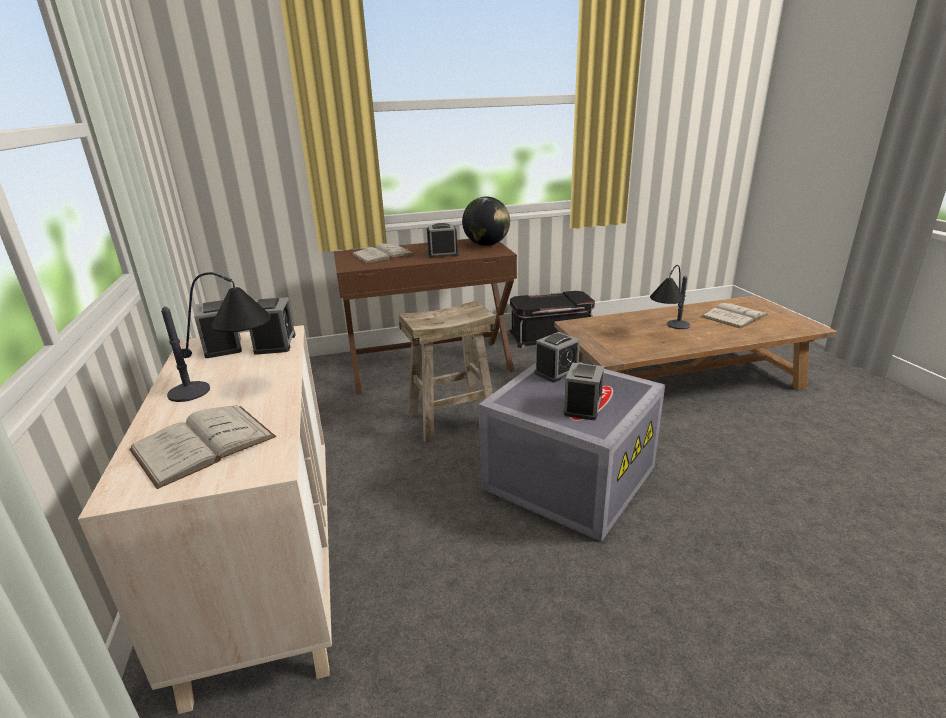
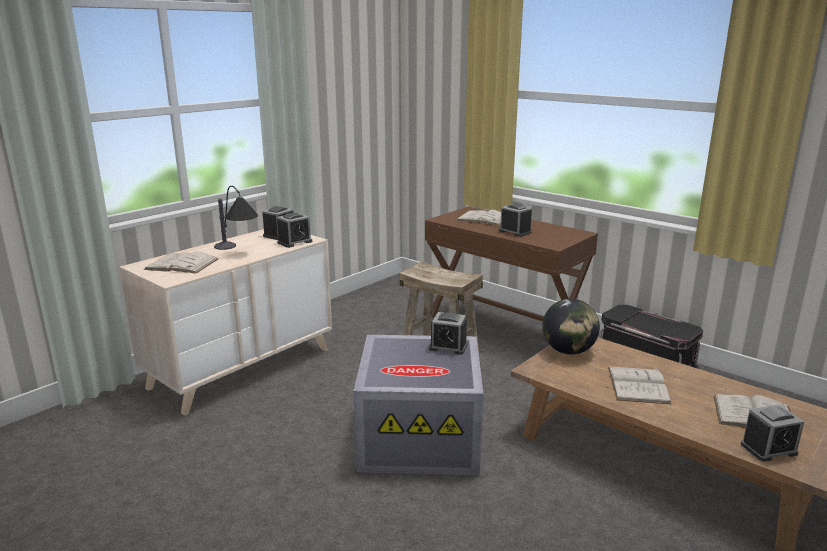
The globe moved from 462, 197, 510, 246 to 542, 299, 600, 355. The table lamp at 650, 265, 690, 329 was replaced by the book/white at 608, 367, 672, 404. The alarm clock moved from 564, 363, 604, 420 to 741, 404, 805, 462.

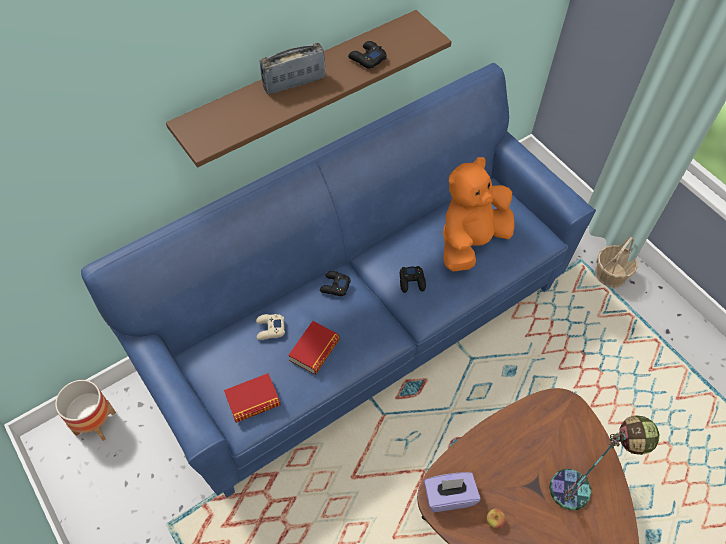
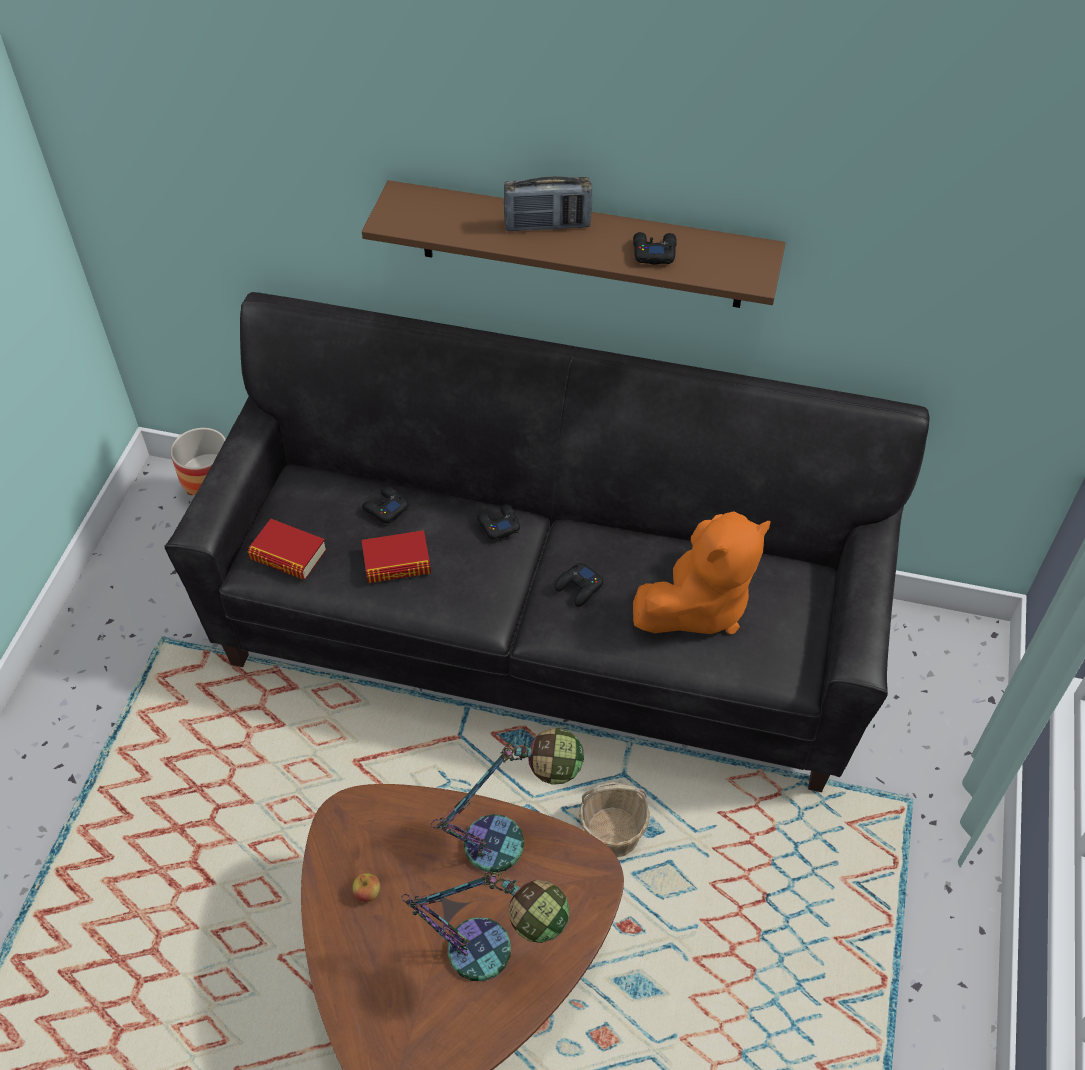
The radio at 260, 43, 325, 94 turned 150 degrees clockwise. The sofa/blue at 81, 63, 596, 497 became the sofa/black at 164, 292, 930, 792. The plush toy/orange at 443, 157, 515, 272 turned 135 degrees clockwise. The basket moved from 595, 237, 638, 288 to 579, 782, 650, 857. The game controller/beige at 256, 314, 285, 340 became the game controller/black at 362, 487, 408, 523. The tissue box/purple at 424, 472, 480, 512 disappeared. The table lamp at 431, 728, 584, 872 appeared.

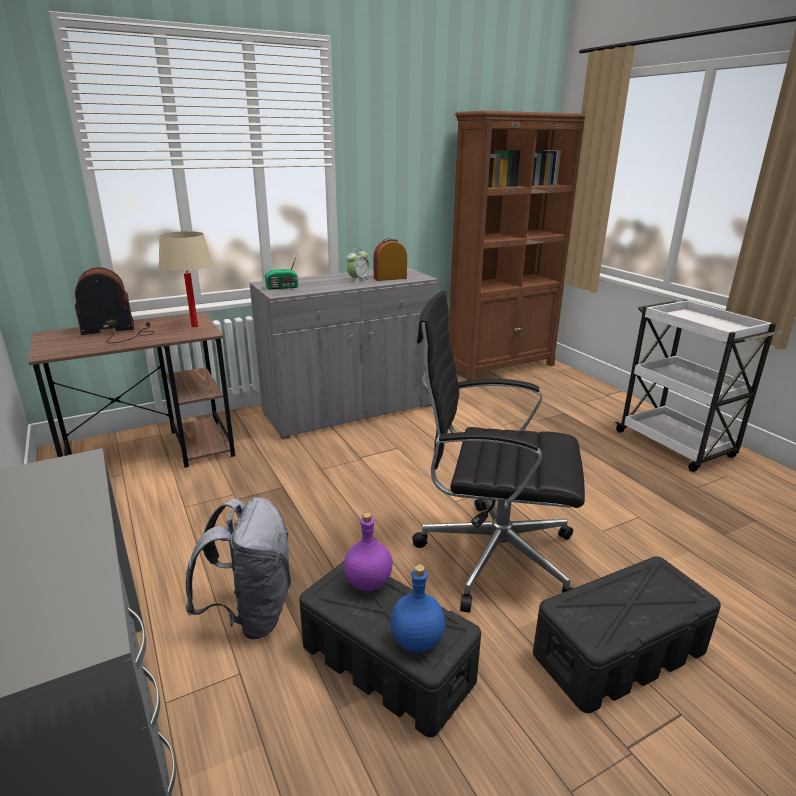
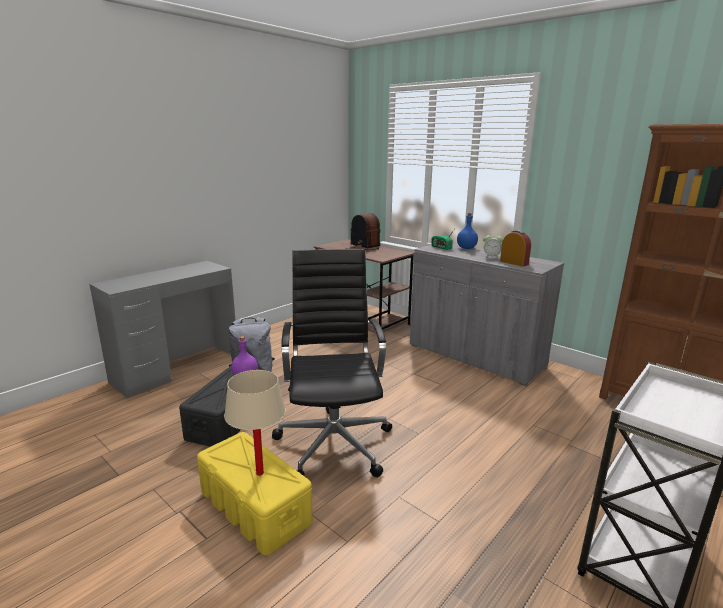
The table lamp/beige moved from 159, 231, 213, 327 to 224, 370, 286, 476. The storage box/black at 533, 556, 721, 713 became the storage box/yellow at 197, 432, 313, 555. The bottle/blue moved from 391, 564, 445, 652 to 457, 213, 478, 249.

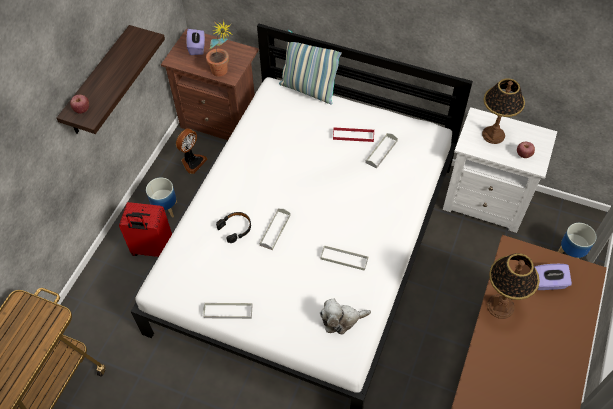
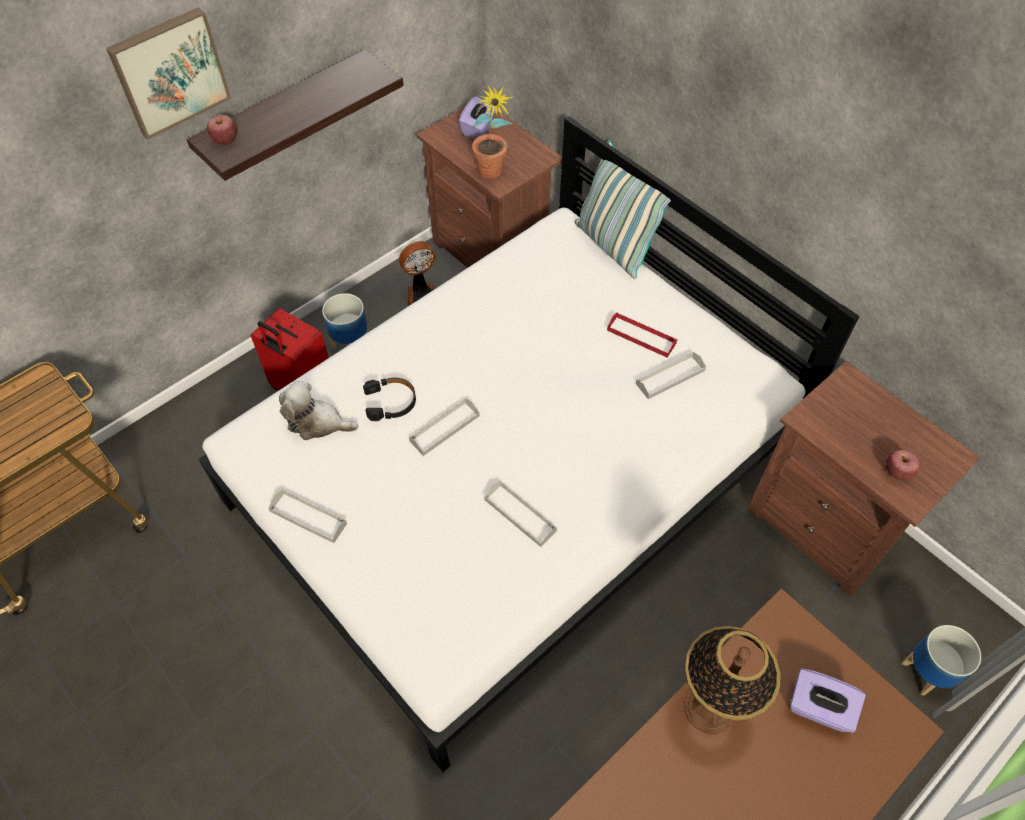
The table lamp at 482, 78, 525, 144 disappeared. The nightstand/white at 443, 107, 557, 233 became the nightstand/brown at 747, 361, 981, 597. The plush toy moved from 320, 298, 371, 335 to 279, 381, 358, 440. The picture at 106, 7, 231, 139 appeared.

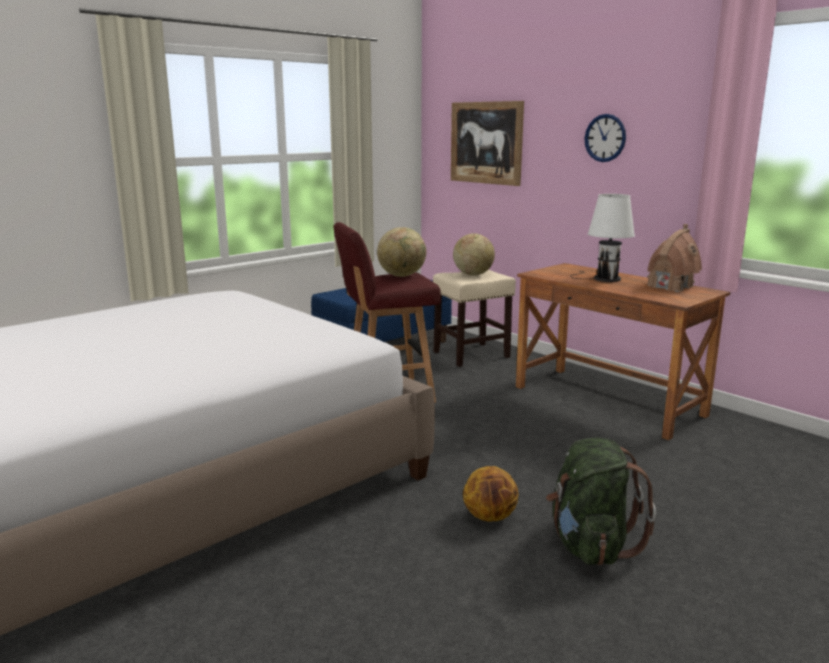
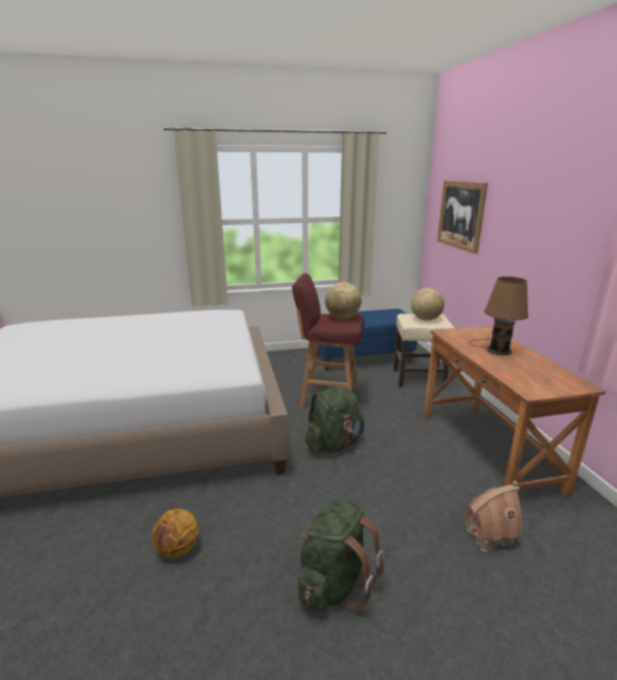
The wall clock at 585, 114, 626, 162 disappeared. The table lamp/white at 570, 194, 635, 282 became the table lamp/brown at 469, 276, 528, 355. The toy house moved from 647, 224, 702, 292 to 464, 481, 522, 552. The basketball moved from 463, 466, 519, 522 to 152, 509, 198, 557. The backpack/green at 306, 386, 364, 453 appeared.

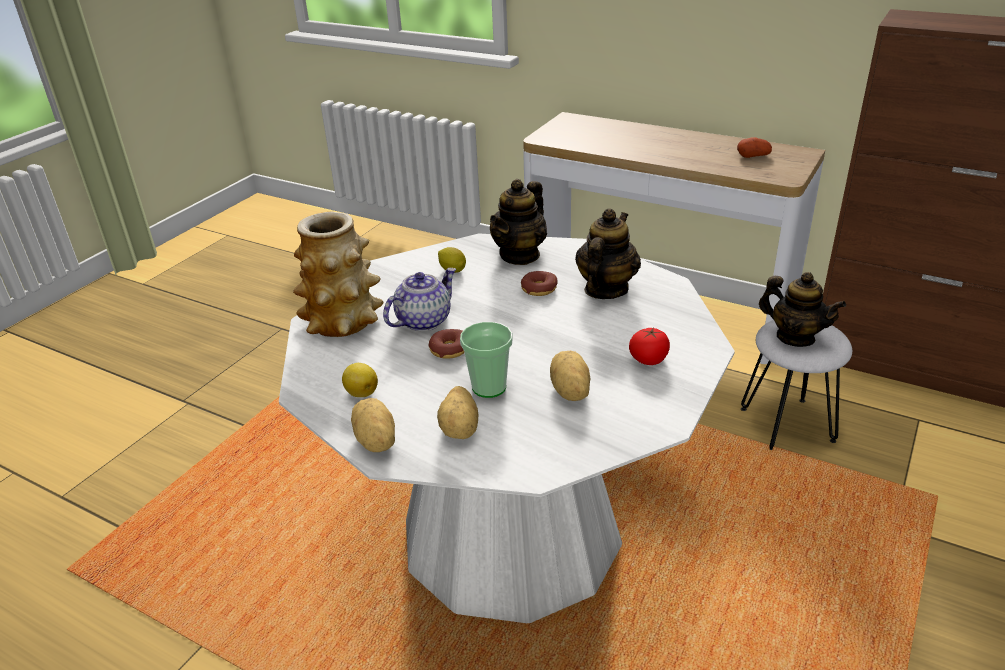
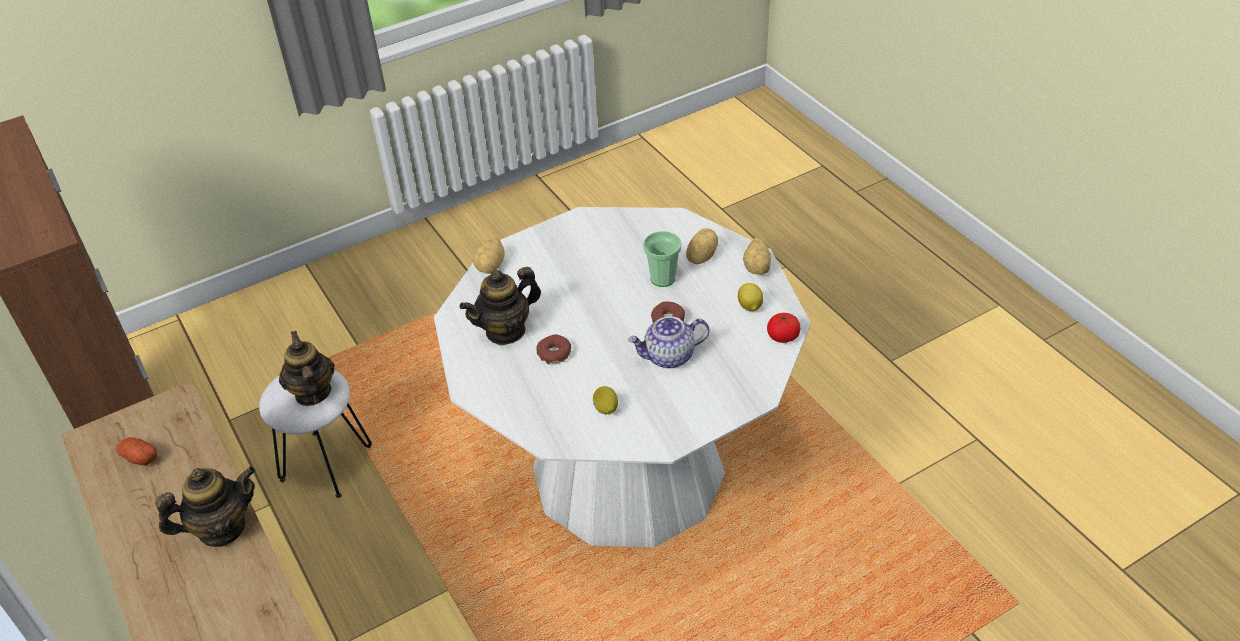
The teapot moved from 490, 179, 547, 265 to 155, 467, 255, 547. The vase at 293, 212, 383, 337 disappeared. The tomato moved from 629, 328, 670, 365 to 767, 313, 800, 343. The potato moved from 550, 351, 590, 401 to 473, 237, 504, 274.

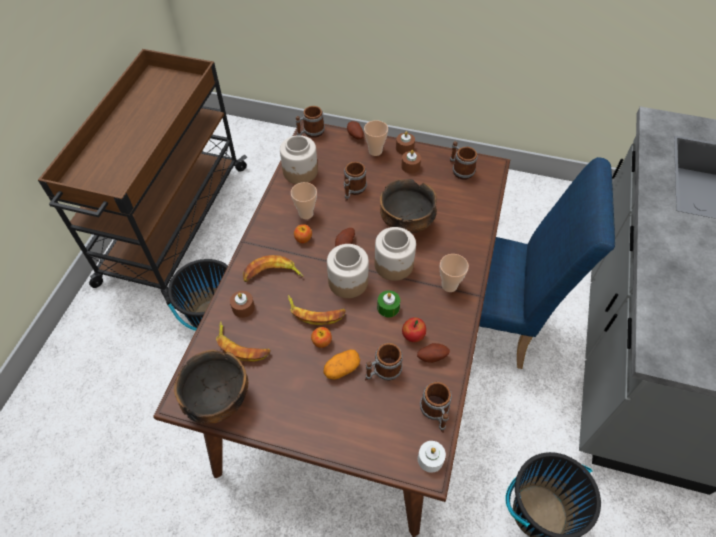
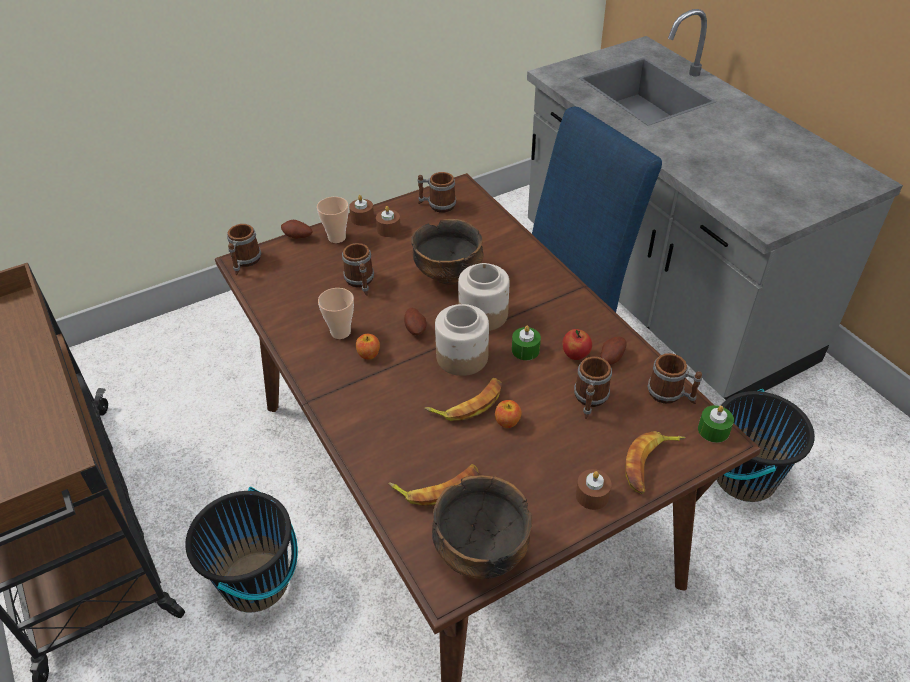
The jar at 280, 135, 318, 184 disappeared. The cup at 440, 254, 469, 292 disappeared. The banana moved from 243, 255, 303, 282 to 625, 431, 686, 494. The candle/brown moved from 230, 291, 255, 318 to 576, 469, 612, 510. The potato at 323, 350, 360, 380 disappeared. The candle/white at 418, 441, 446, 473 became the candle/green at 698, 405, 734, 443.

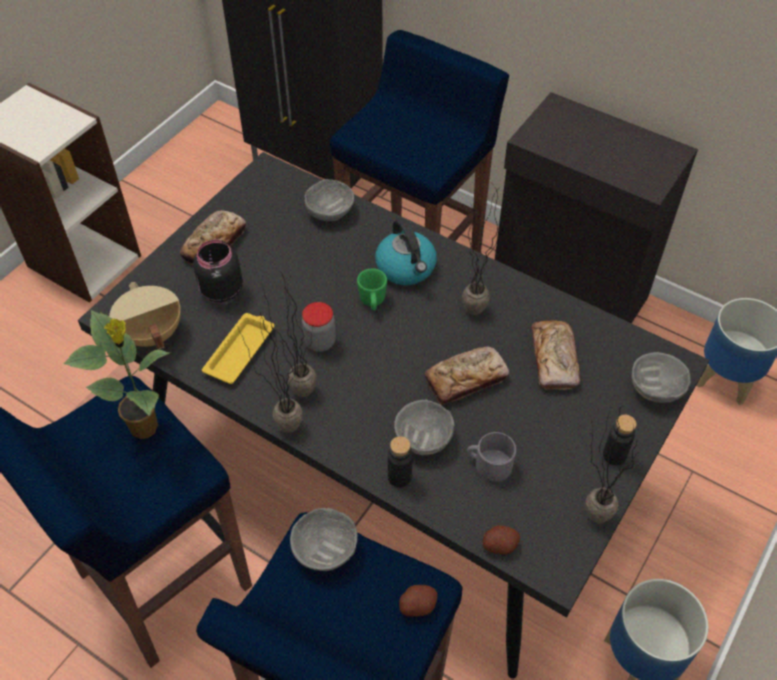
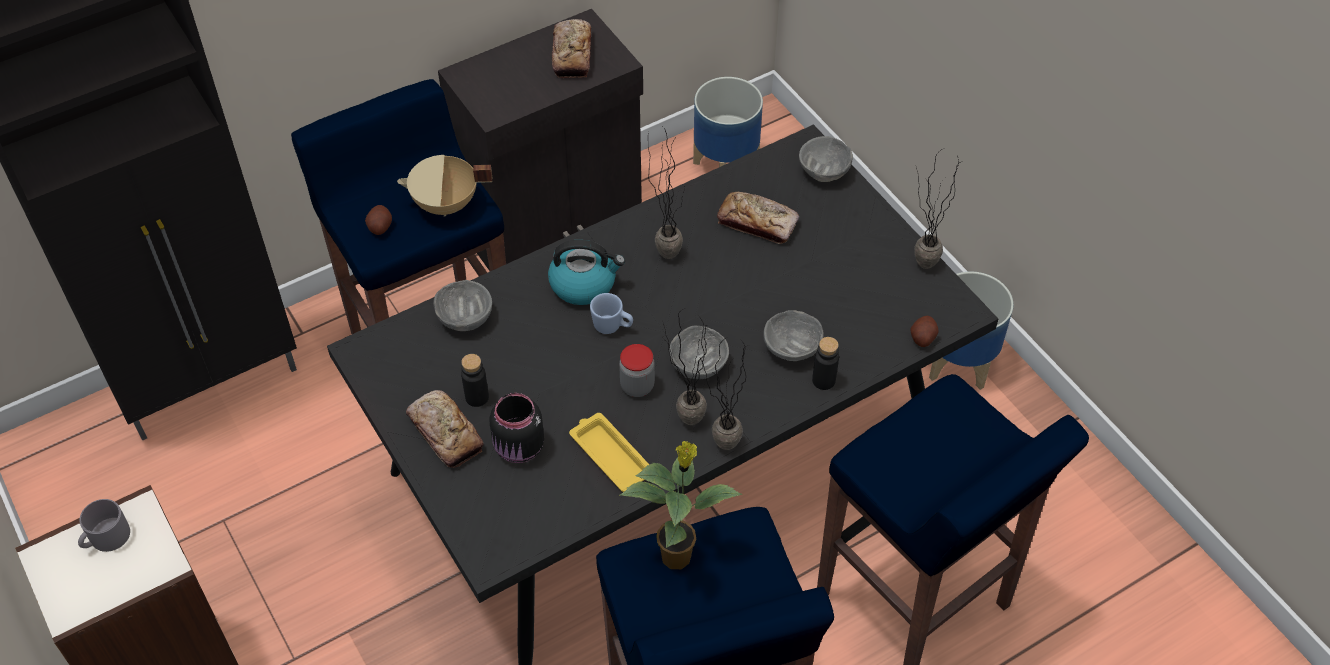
The mug/green at 357, 268, 387, 310 became the mug/blue at 590, 293, 633, 334. The cooking pot/beige moved from 109, 282, 181, 349 to 397, 155, 492, 216. The bread moved from 425, 346, 509, 405 to 552, 19, 591, 78. The bottle/black moved from 603, 415, 637, 466 to 461, 354, 489, 407. The mug/grey moved from 467, 432, 516, 482 to 78, 499, 130, 552. The bowl/grey moved from 290, 508, 358, 571 to 669, 326, 729, 379. The potato moved from 399, 585, 438, 617 to 365, 205, 392, 235.

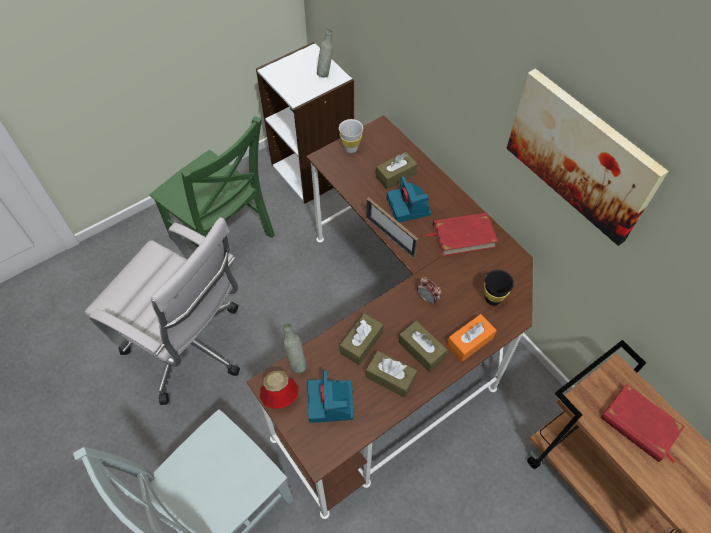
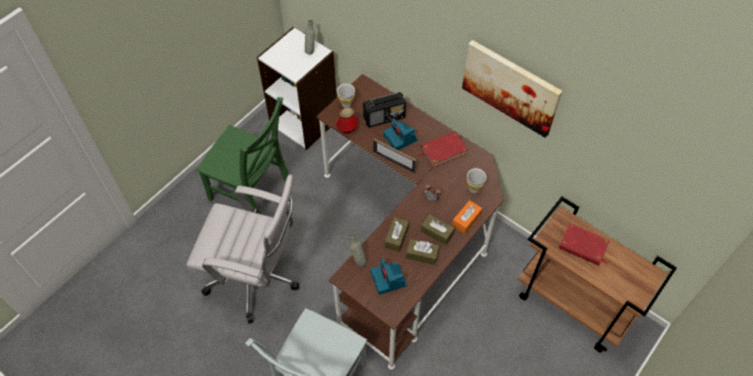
The tissue box/brown at 376, 152, 417, 189 was replaced by the radio at 363, 92, 406, 128. The cup/black at 484, 269, 514, 306 became the cup/white at 467, 168, 486, 193. The bottle moved from 260, 370, 298, 409 to 336, 107, 359, 134.

